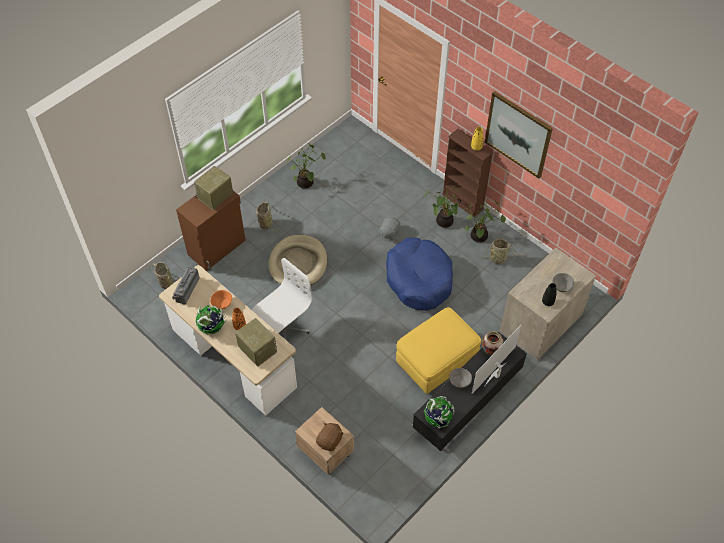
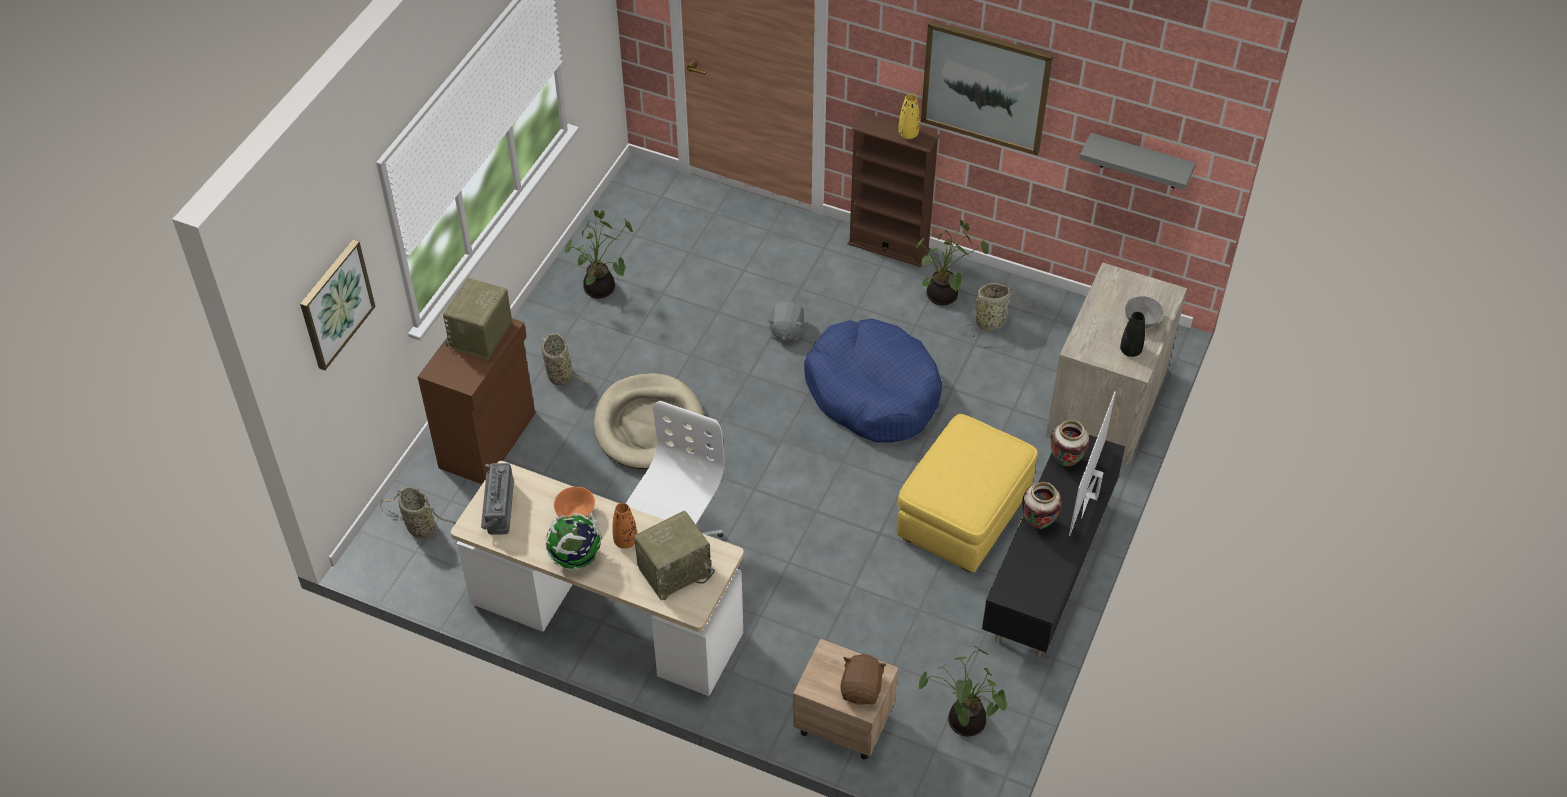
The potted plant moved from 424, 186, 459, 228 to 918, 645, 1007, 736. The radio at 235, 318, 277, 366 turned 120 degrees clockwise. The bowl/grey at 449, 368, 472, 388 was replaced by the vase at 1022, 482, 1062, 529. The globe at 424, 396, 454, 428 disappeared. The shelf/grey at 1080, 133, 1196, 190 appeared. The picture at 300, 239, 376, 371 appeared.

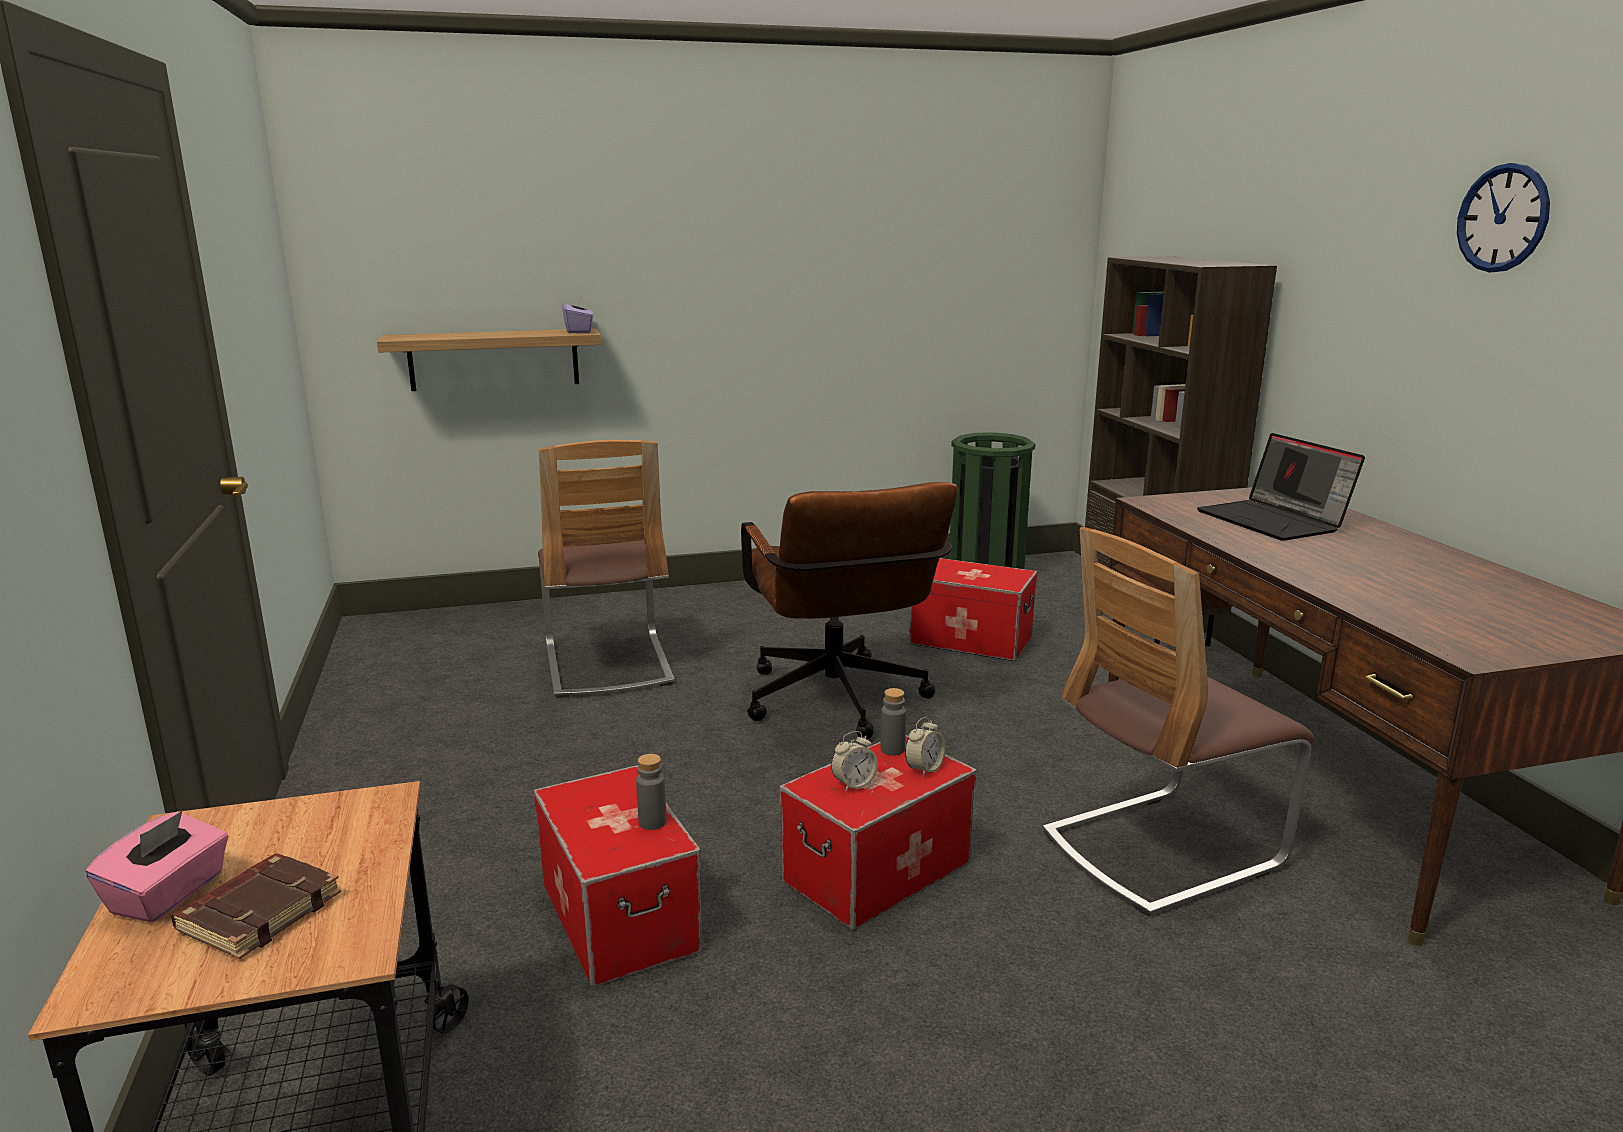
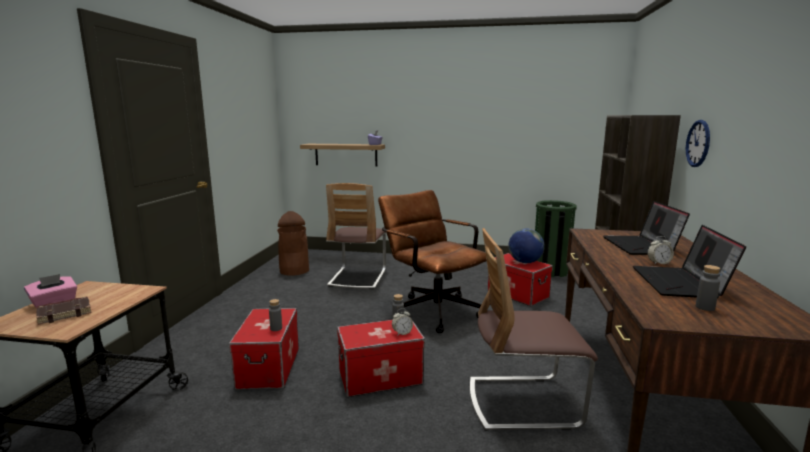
The wall clock moved from 1457, 163, 1550, 272 to 686, 120, 710, 167. The office chair/brown at 741, 482, 958, 739 turned 135 degrees clockwise. The alarm clock moved from 831, 731, 878, 792 to 647, 236, 674, 265. The trash can/brown at 277, 211, 309, 276 appeared. The laptop at 633, 225, 746, 298 appeared. The globe at 508, 229, 545, 263 appeared. The bottle/grey at 696, 265, 720, 311 appeared.

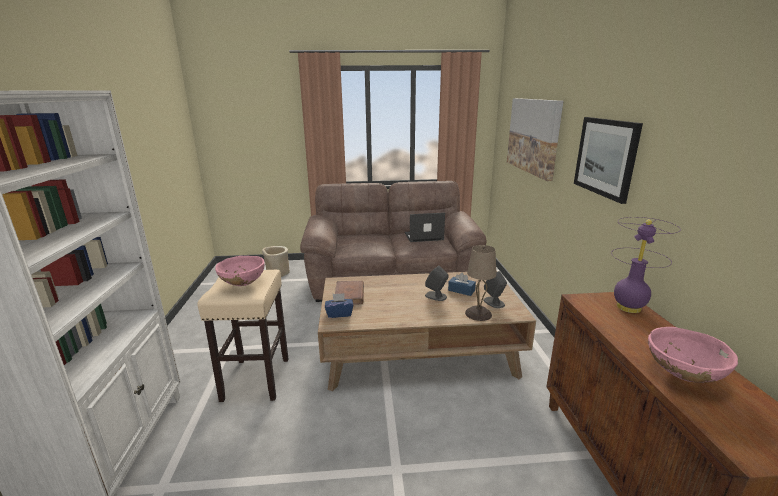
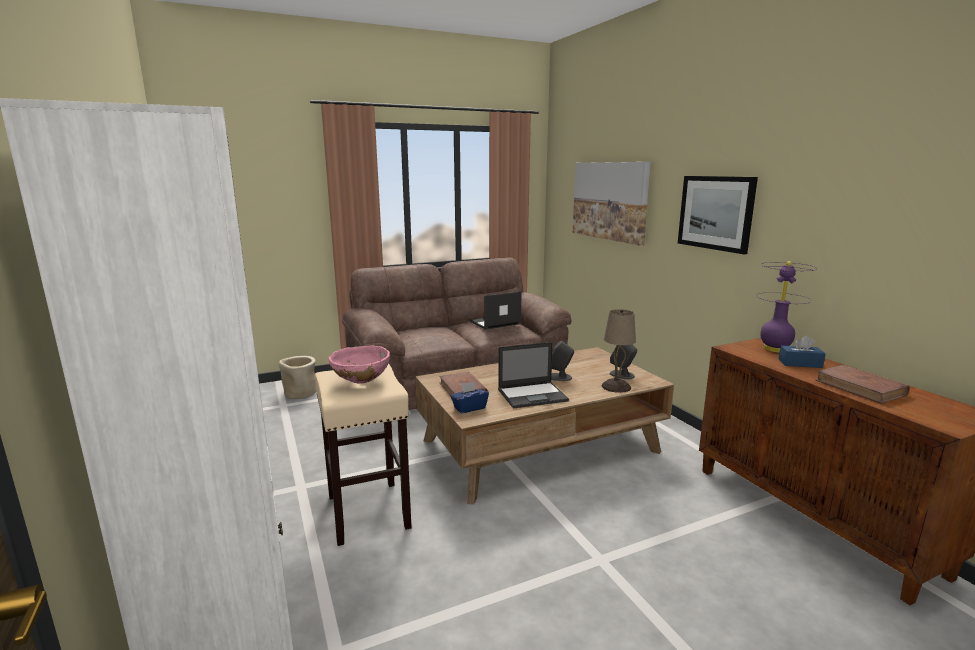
The tissue box/blue moved from 448, 272, 476, 296 to 779, 335, 826, 368. The bowl/pink at 648, 327, 738, 383 was replaced by the book/brown at 815, 365, 910, 404. The laptop at 498, 342, 569, 409 appeared.

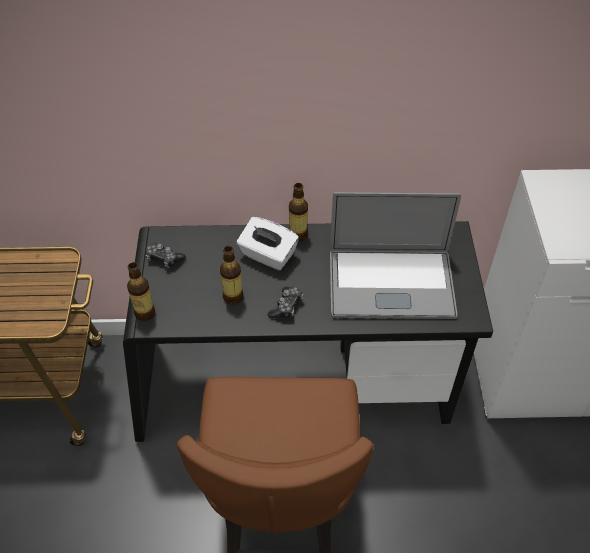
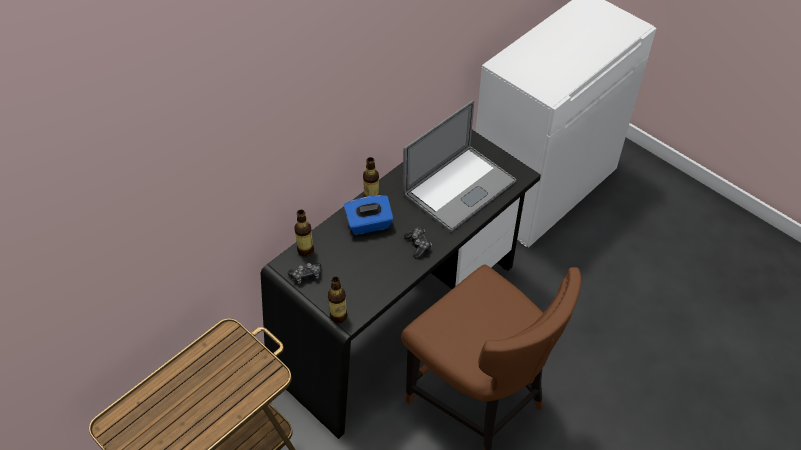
The tissue box/white at 237, 217, 299, 270 became the tissue box/blue at 344, 195, 394, 235. The bottle moved from 220, 246, 243, 305 to 294, 210, 314, 257.

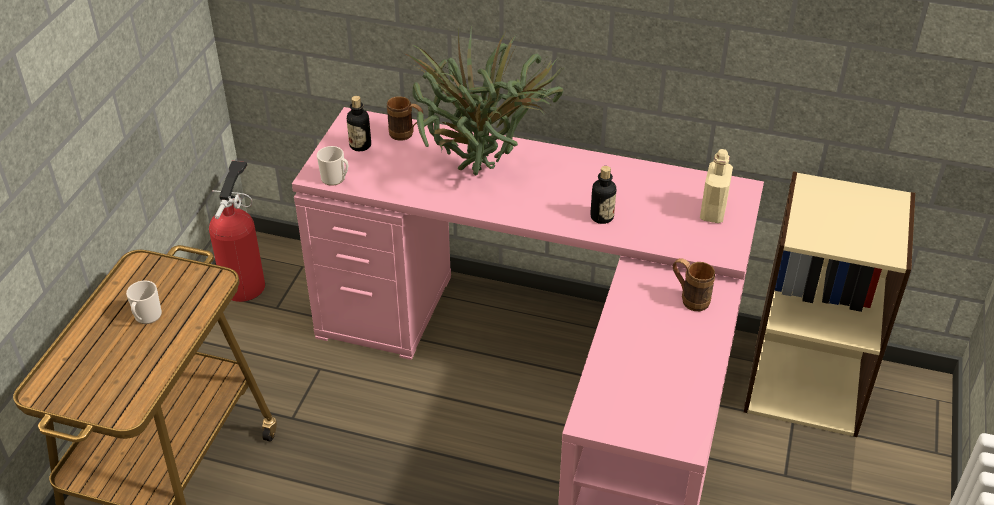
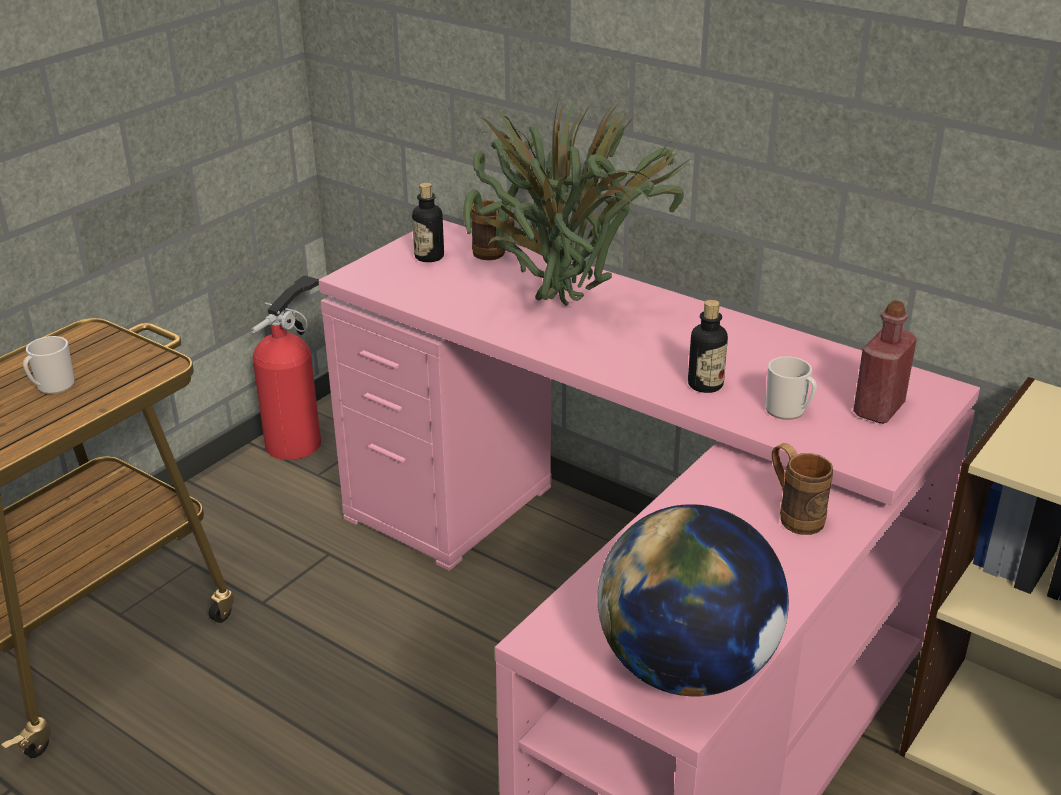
The mug moved from 317, 146, 348, 186 to 766, 356, 817, 420. The bottle/beige at 700, 149, 733, 223 became the bottle/red at 853, 300, 917, 424. The globe at 597, 504, 789, 696 appeared.

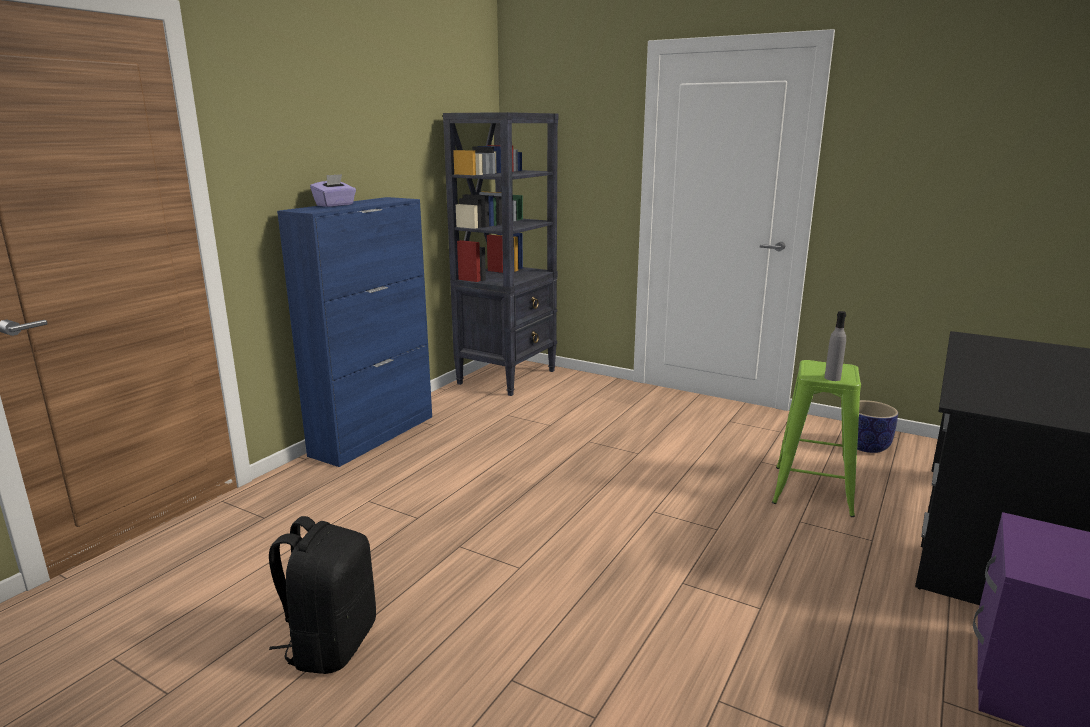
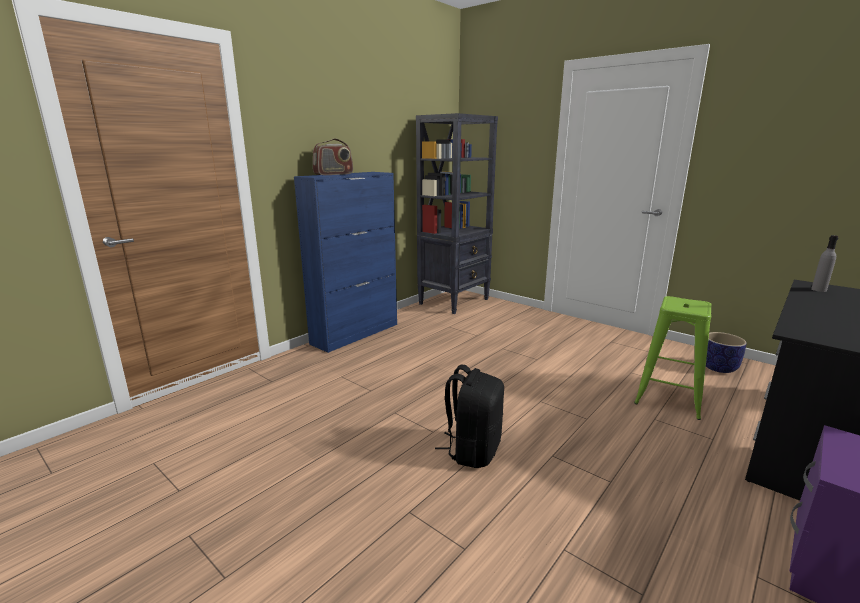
The tissue box/purple at 310, 174, 356, 207 was replaced by the radio at 313, 138, 353, 175. The bottle/grey moved from 824, 311, 846, 381 to 811, 235, 838, 292. The backpack/black moved from 269, 516, 376, 674 to 435, 365, 504, 468.

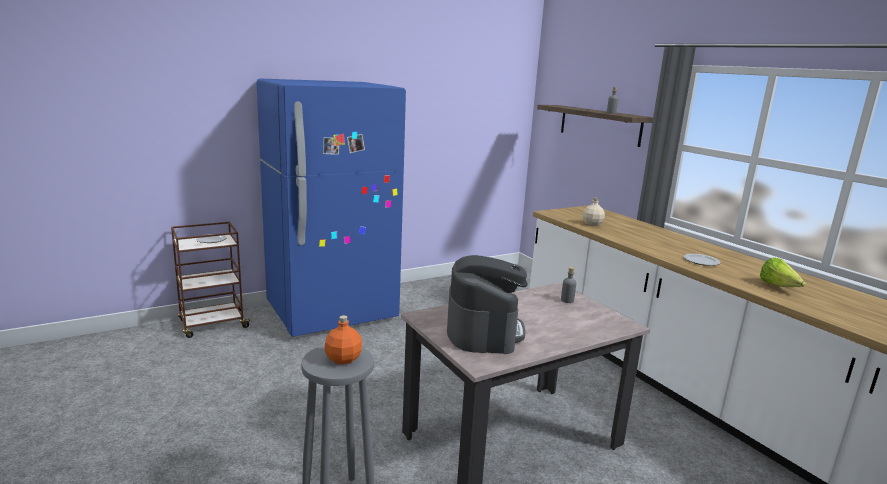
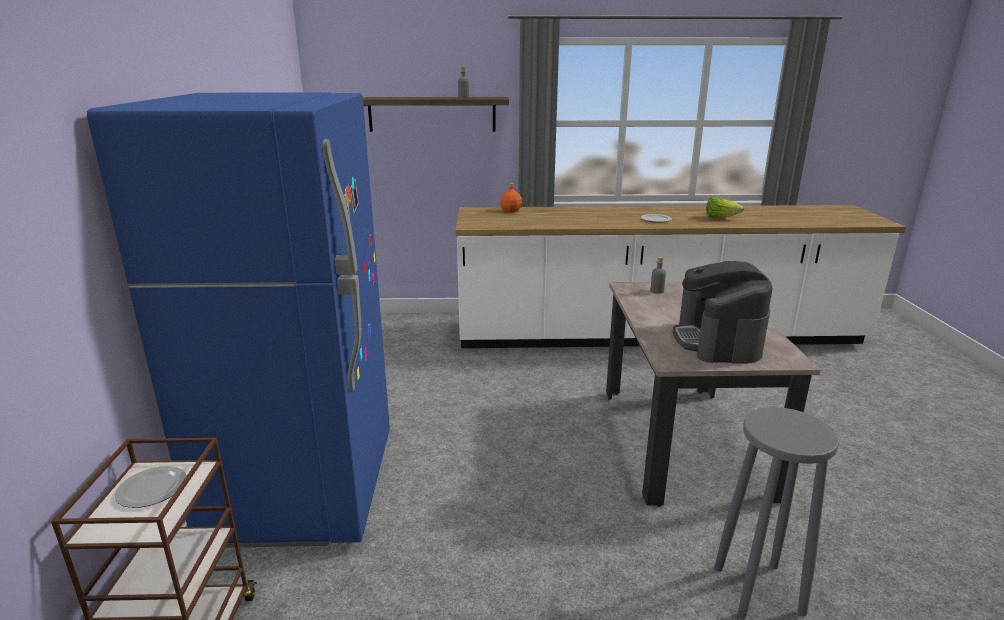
The bottle/beige at 583, 197, 605, 226 disappeared. The coffee machine at 447, 255, 528, 354 turned 120 degrees counterclockwise. The bottle/orange moved from 324, 315, 362, 365 to 500, 183, 522, 213.

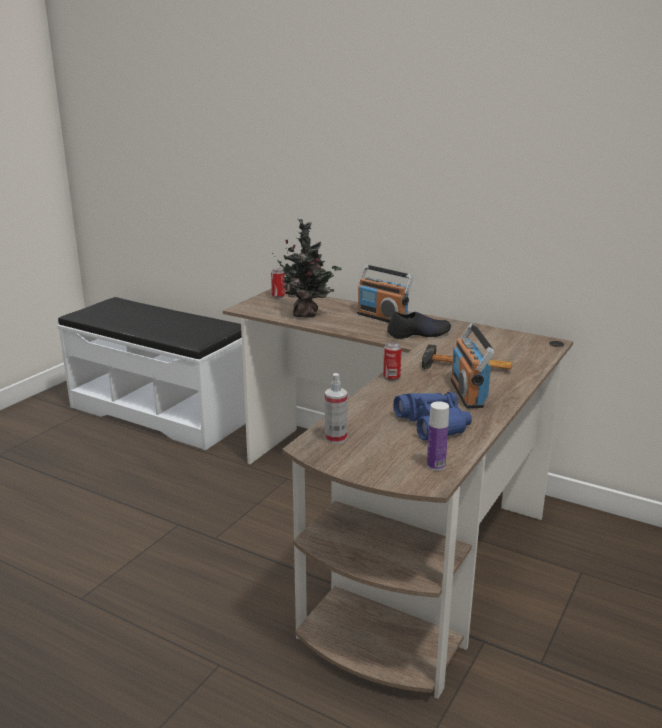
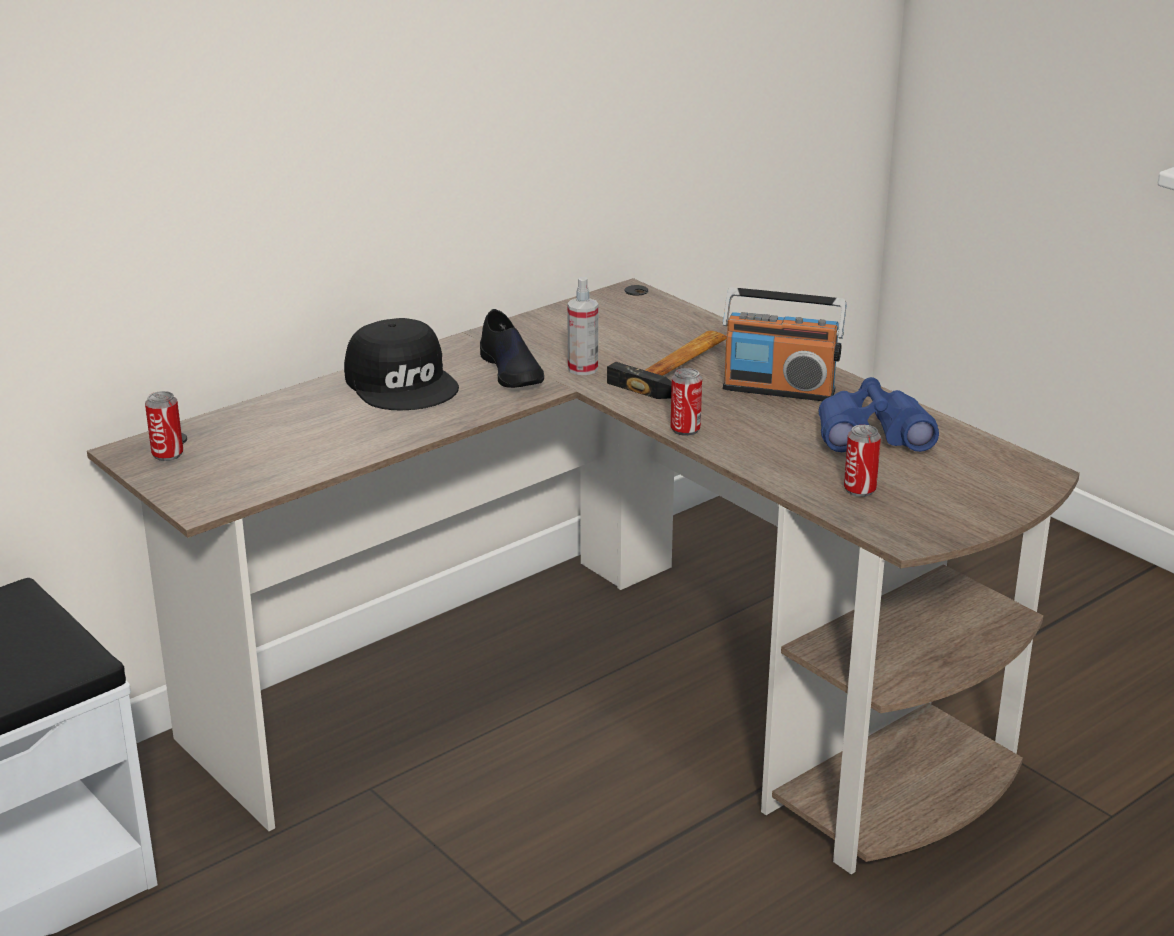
The potted plant at 272, 219, 342, 318 disappeared. The radio at 357, 264, 414, 323 was replaced by the cap/black at 344, 318, 459, 411. The shoe/black at 387, 311, 451, 339 turned 150 degrees clockwise. The spray bottle moved from 325, 373, 347, 444 to 567, 277, 598, 375. The bottle at 427, 401, 449, 471 disappeared. The can at 844, 425, 881, 497 appeared.

